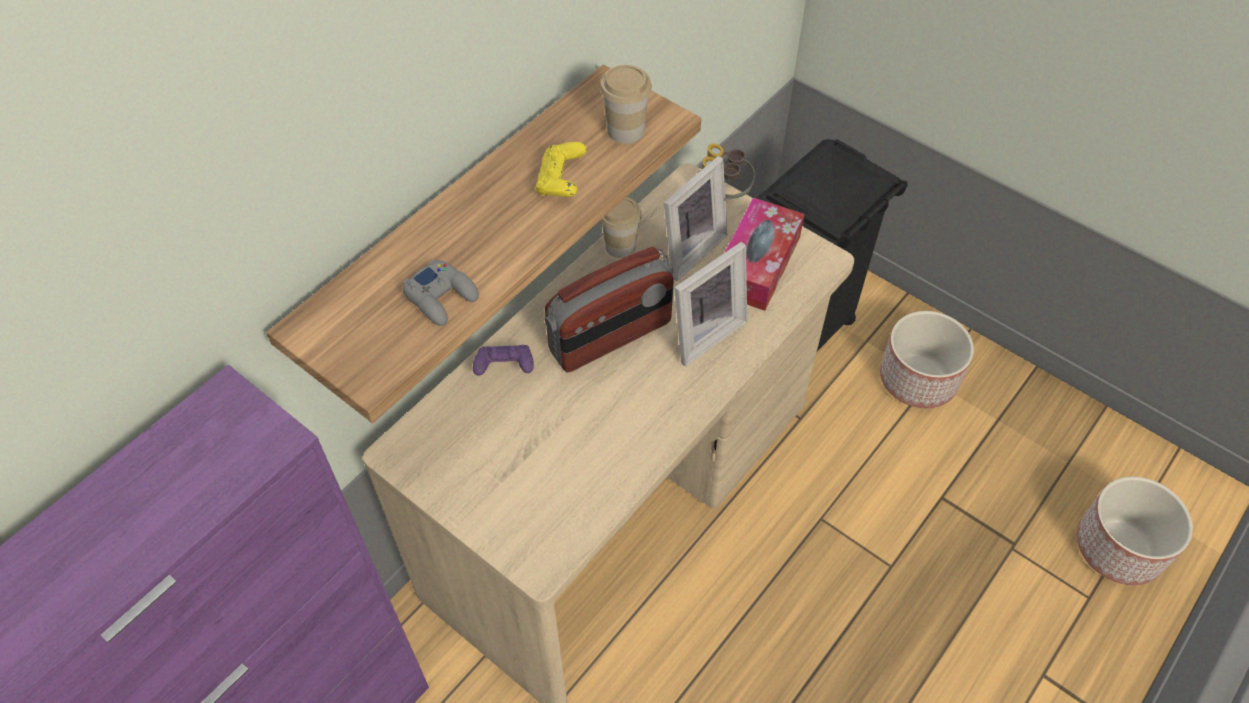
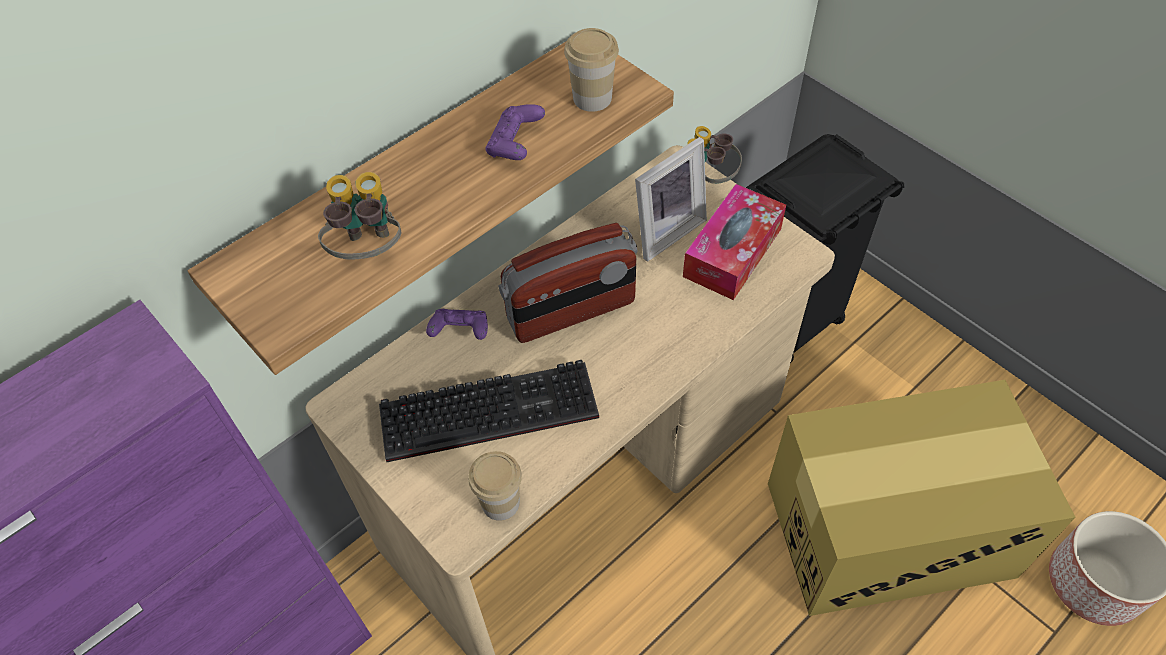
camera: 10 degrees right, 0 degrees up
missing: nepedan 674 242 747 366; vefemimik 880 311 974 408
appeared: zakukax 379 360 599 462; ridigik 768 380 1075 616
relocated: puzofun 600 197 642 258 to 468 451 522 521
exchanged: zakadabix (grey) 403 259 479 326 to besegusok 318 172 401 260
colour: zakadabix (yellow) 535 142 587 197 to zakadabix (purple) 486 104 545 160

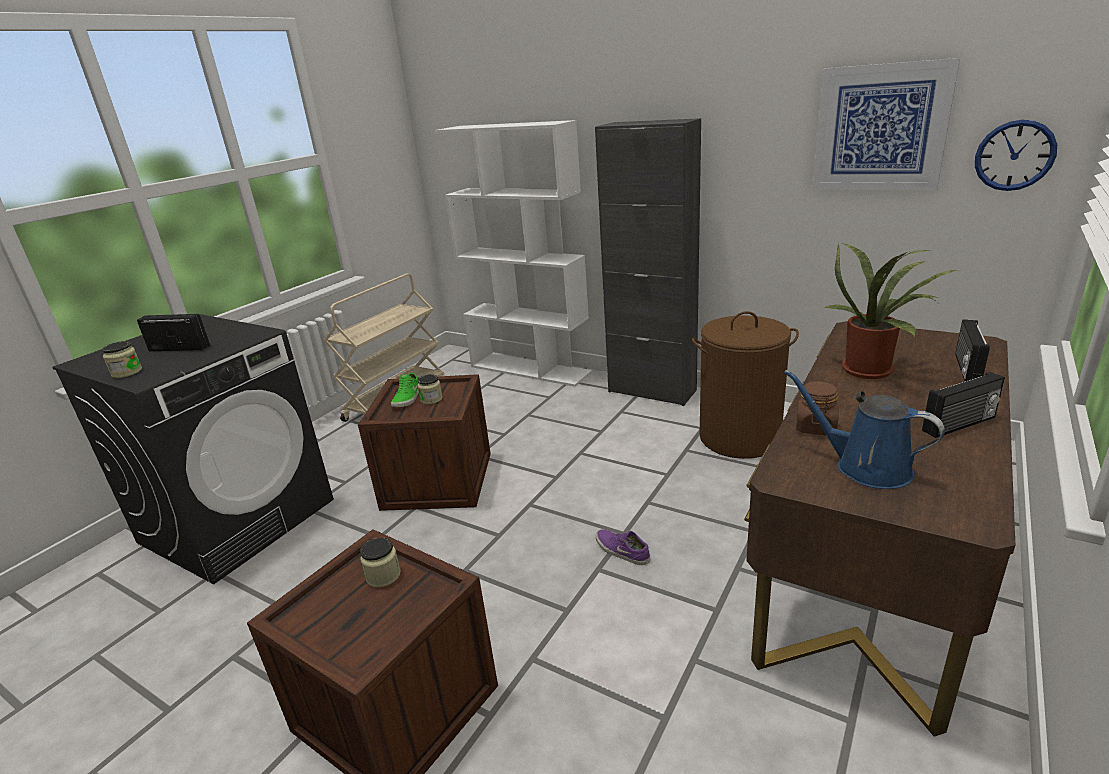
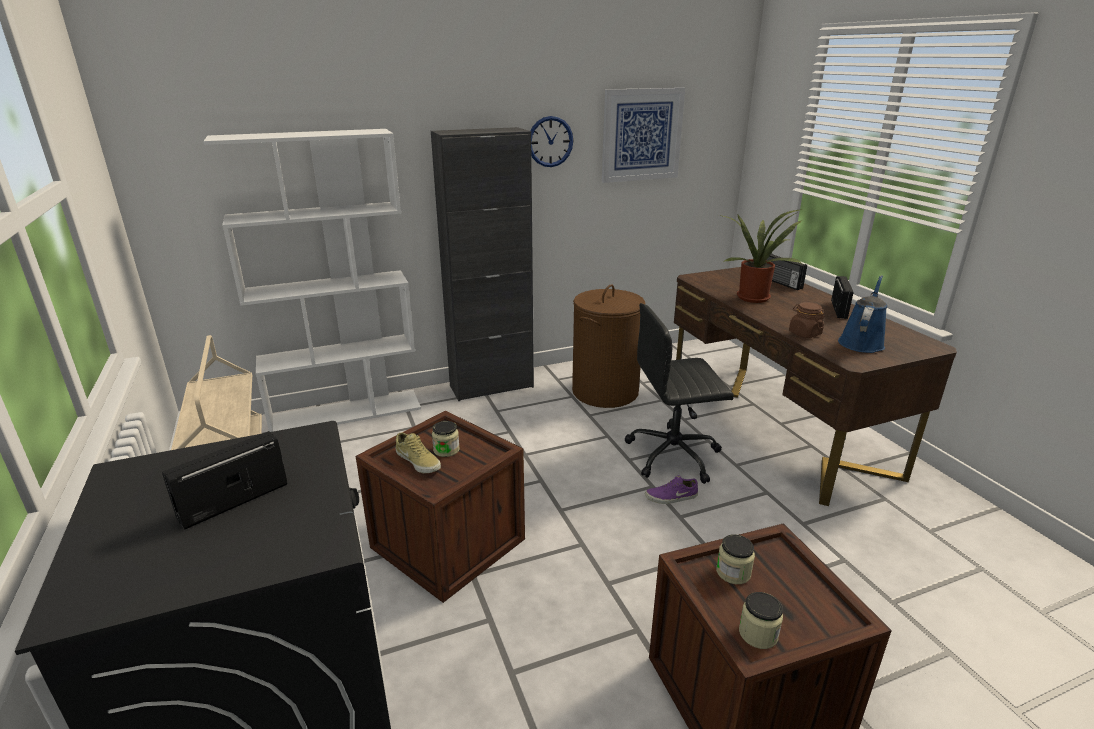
camera: 55 degrees left, 0 degrees up
appeared: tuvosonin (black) 624 303 734 484
relocated: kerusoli 102 341 142 378 to 739 592 783 649; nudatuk 975 120 1057 191 to 531 116 573 167
colour: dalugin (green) 391 373 419 407 to dalugin (beige) 395 432 441 473
spun: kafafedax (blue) 784 370 945 489 = 838 275 887 353 135 degrees clockwise

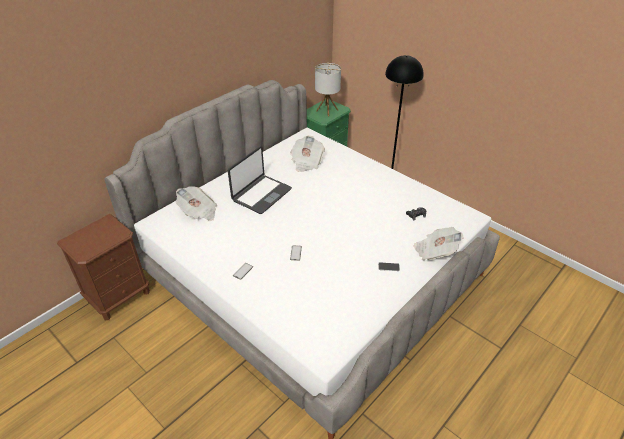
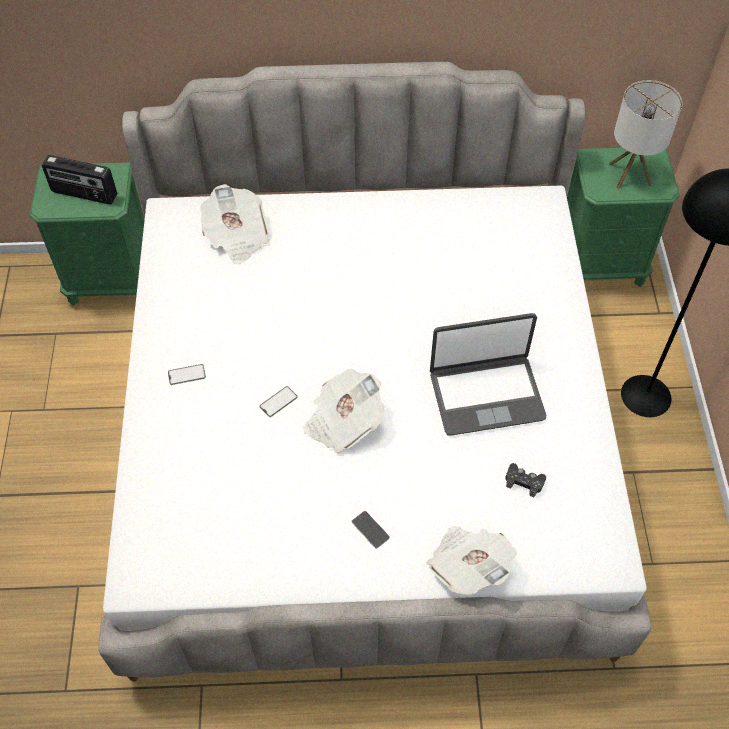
camera: 45 degrees right, 15 degrees up
appeared: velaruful 42 155 117 204
relocated: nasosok 228 146 292 214 to 430 313 546 436; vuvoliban 290 136 325 172 to 303 368 384 454
colour: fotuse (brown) 57 214 150 320 to fotuse (green) 30 163 145 306

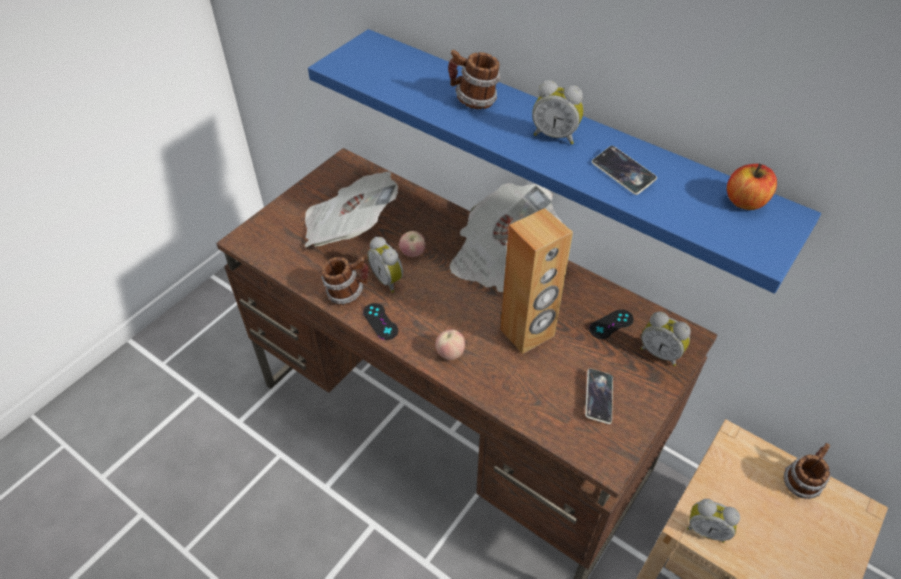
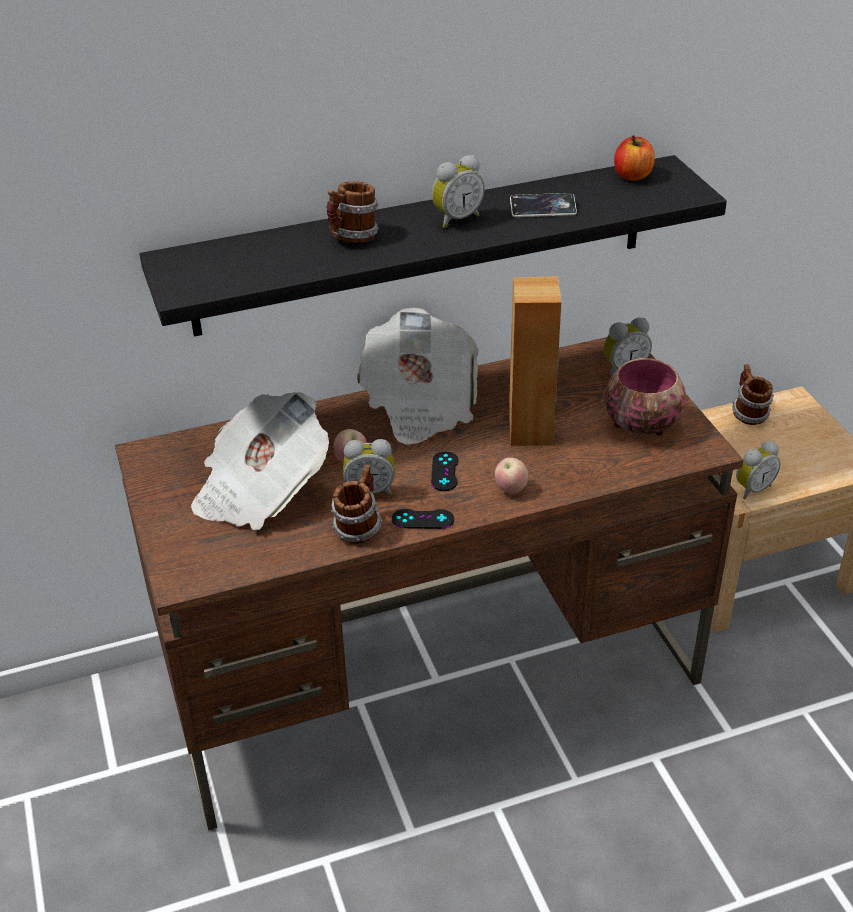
camera: 55 degrees left, 10 degrees down
relocated: zakadabix (black) 589 309 634 339 to 431 451 459 491
exchanged: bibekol 585 368 613 424 to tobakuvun 604 358 686 436
colour: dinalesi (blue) 308 29 821 294 to dinalesi (black) 139 155 727 337

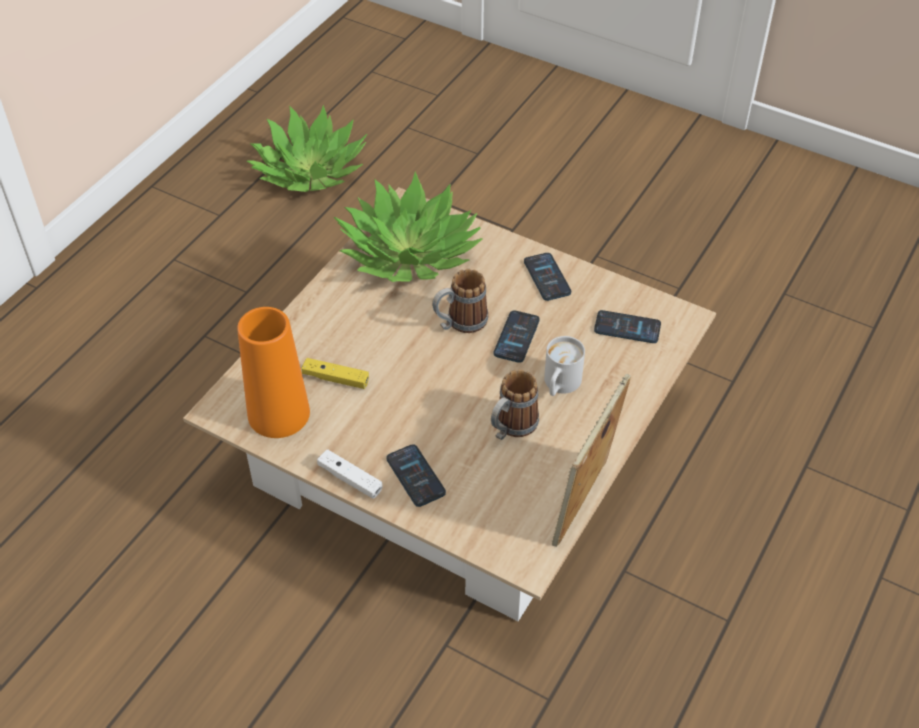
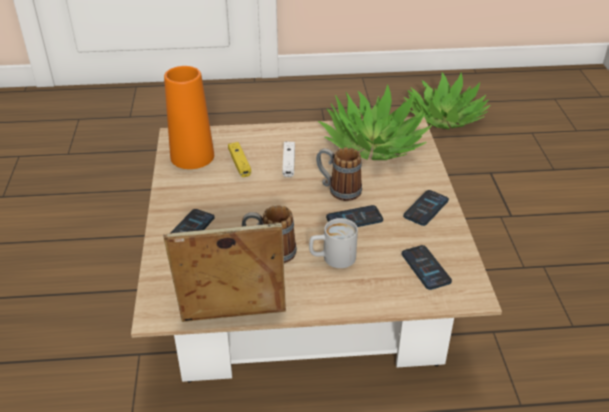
camera: 55 degrees right, 10 degrees down
relocated: zakadabix (white) 317 449 382 499 to 282 142 295 177

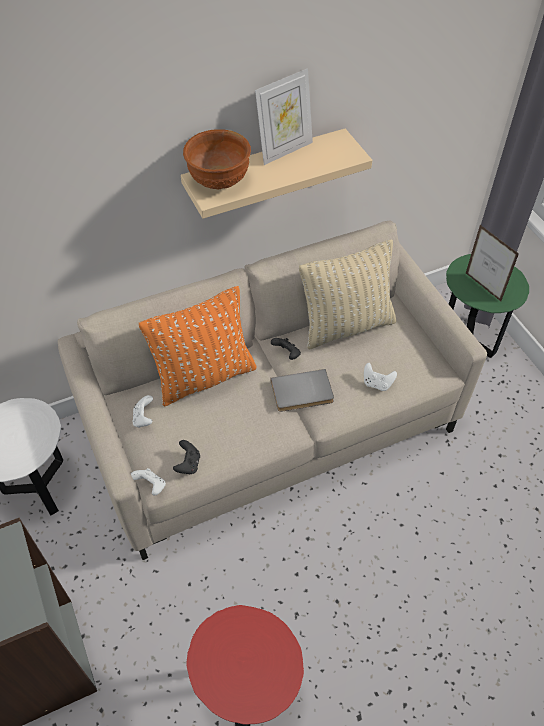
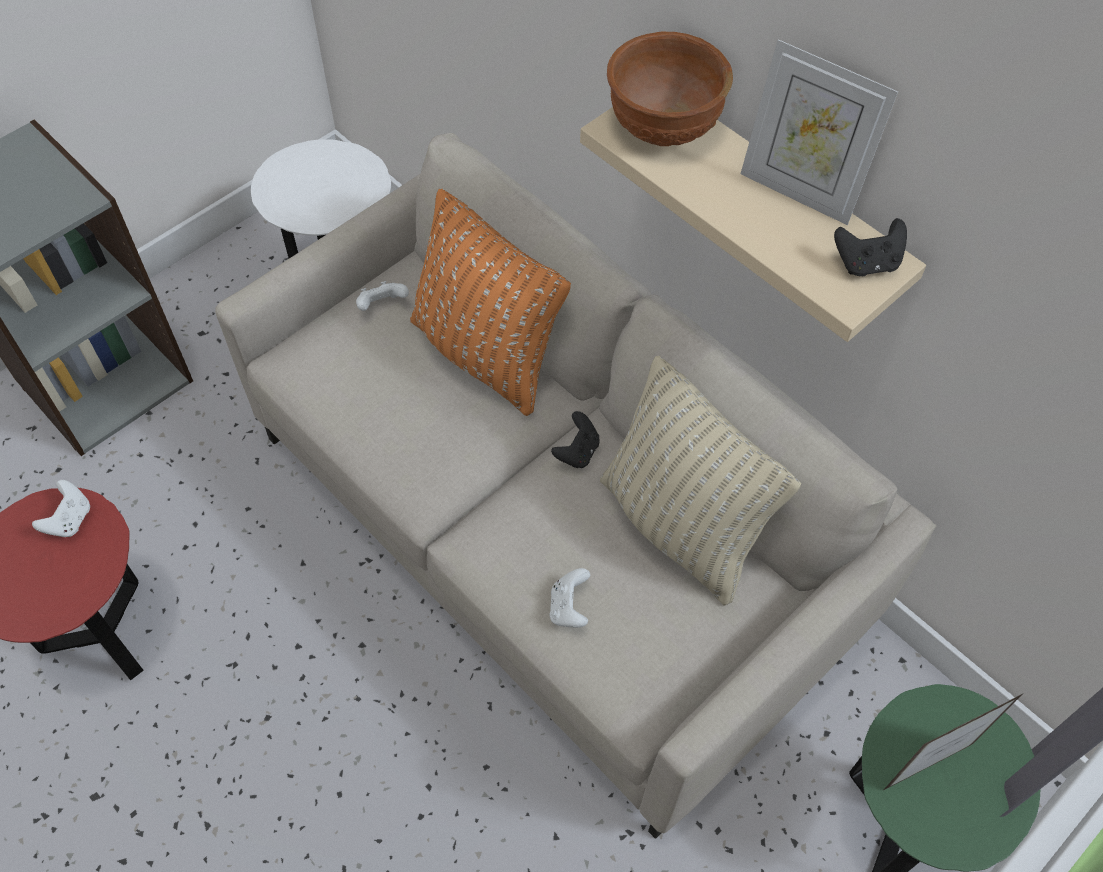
camera: 70 degrees right, 5 degrees up
missing: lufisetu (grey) 271 369 334 412
relocated: zakadabix (white) 131 468 166 496 to 32 480 90 537; zakadabix (black) 173 440 200 474 to 834 218 907 276
spun: nepedan 466 225 519 301 = 884 693 1024 790 150 degrees counterclockwise

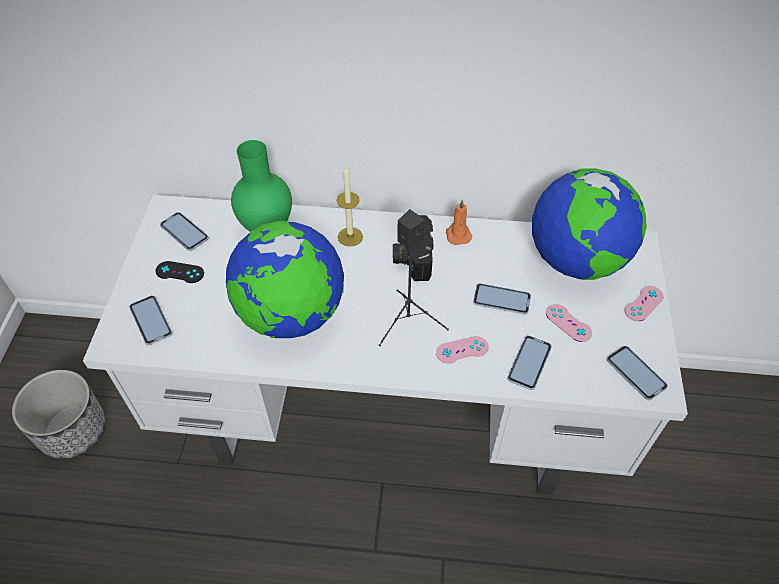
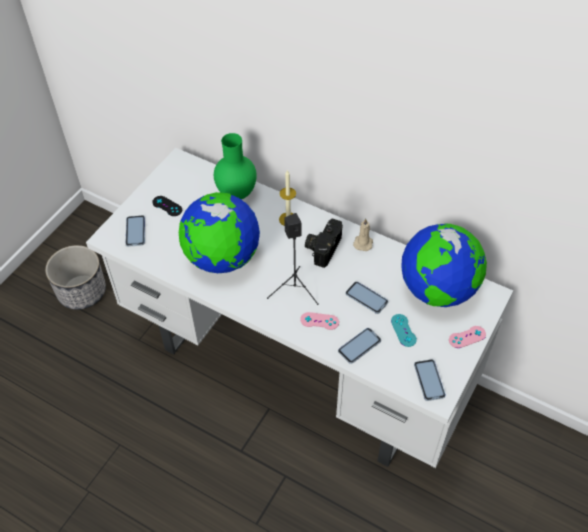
camera: 25 degrees right, 0 degrees up
missing: bibekol 160 212 209 251
colour: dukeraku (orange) 446 199 473 245 to dukeraku (beige) 353 219 373 251; zakadabix (pink) 546 304 592 342 to zakadabix (turquoise) 391 314 417 347

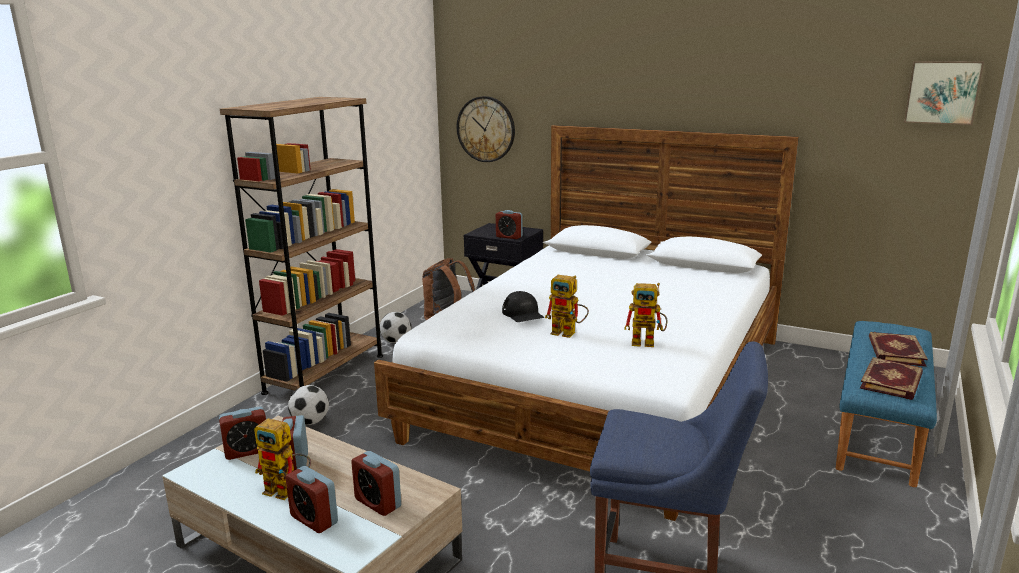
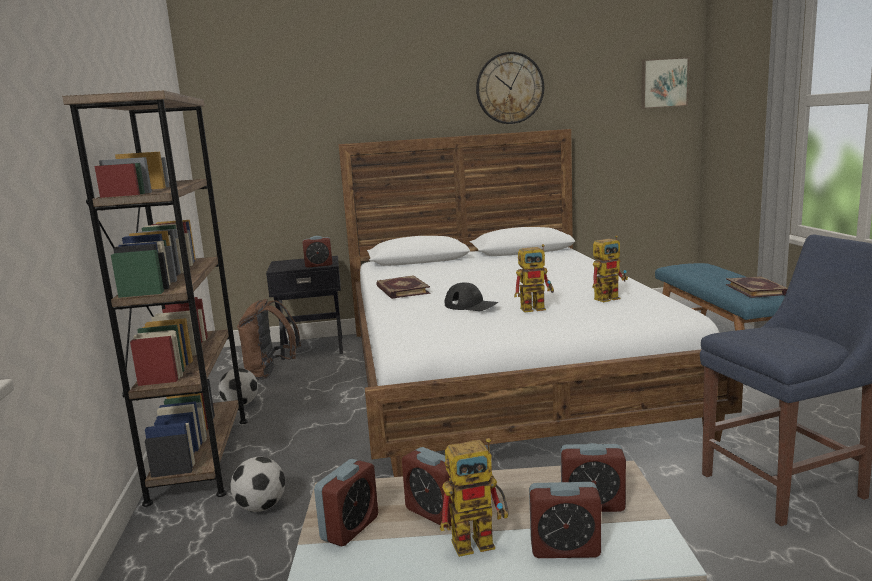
camera: 35 degrees left, 5 degrees down
relocated: nudatuk 457 96 515 162 to 476 52 544 124; lufisetu 869 332 928 367 to 376 275 430 299

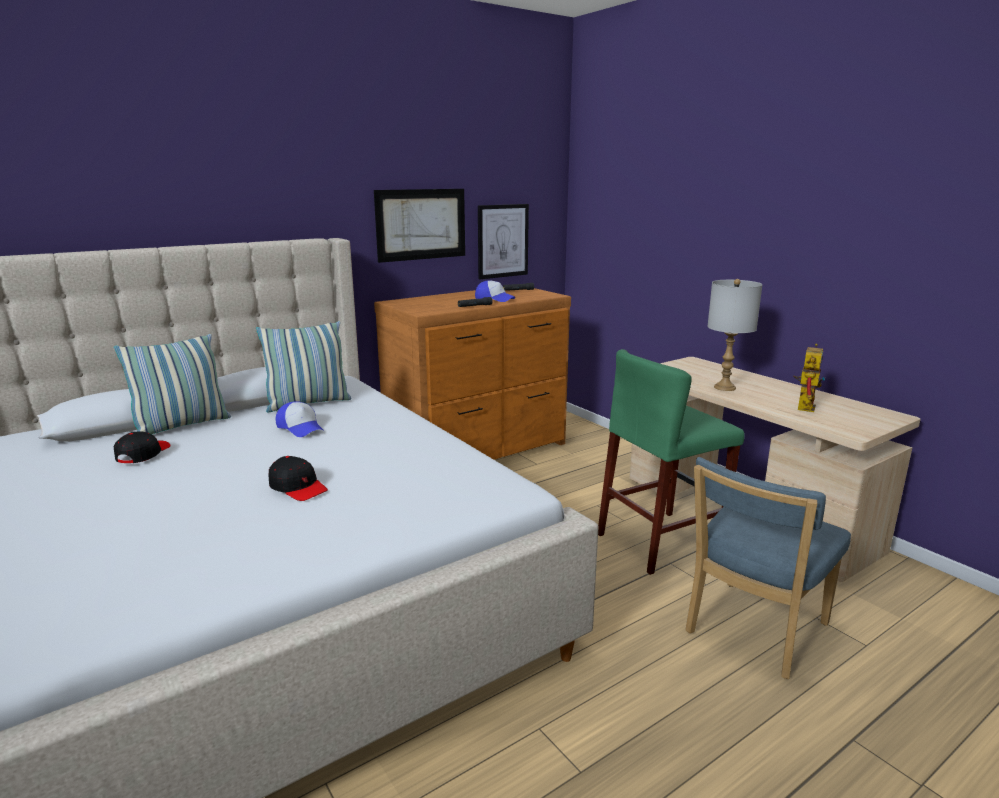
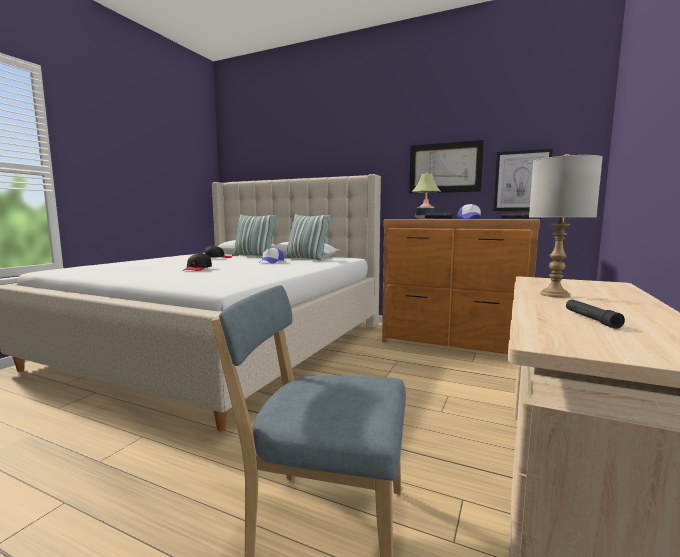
camera: 60 degrees right, 10 degrees down
missing: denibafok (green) 598 349 745 575
appeared: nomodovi 412 172 441 219
exchanged: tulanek 793 343 825 412 to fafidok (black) 566 299 625 329

